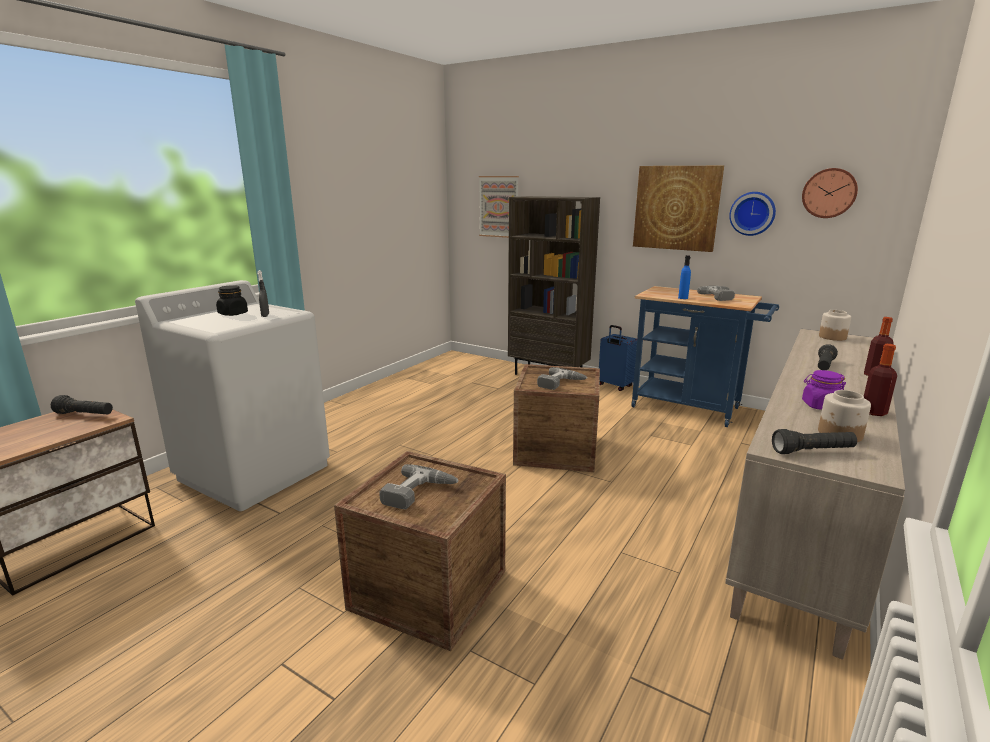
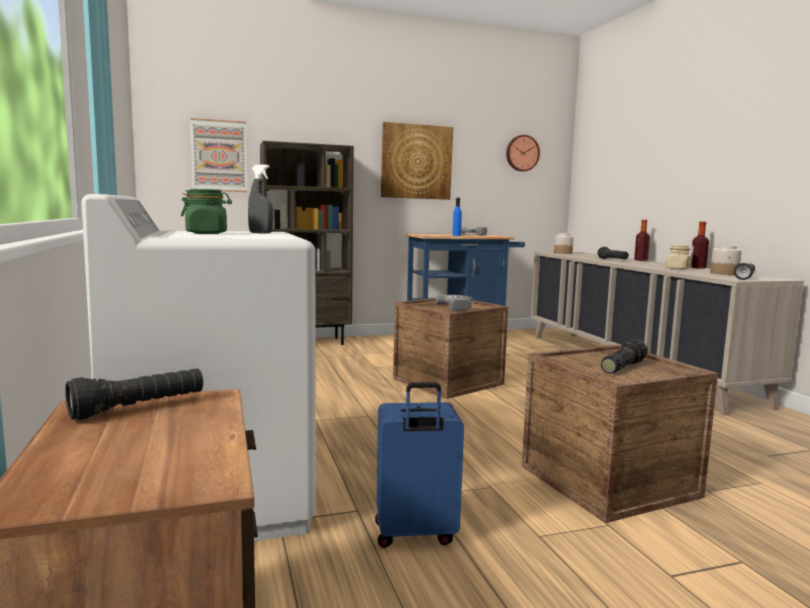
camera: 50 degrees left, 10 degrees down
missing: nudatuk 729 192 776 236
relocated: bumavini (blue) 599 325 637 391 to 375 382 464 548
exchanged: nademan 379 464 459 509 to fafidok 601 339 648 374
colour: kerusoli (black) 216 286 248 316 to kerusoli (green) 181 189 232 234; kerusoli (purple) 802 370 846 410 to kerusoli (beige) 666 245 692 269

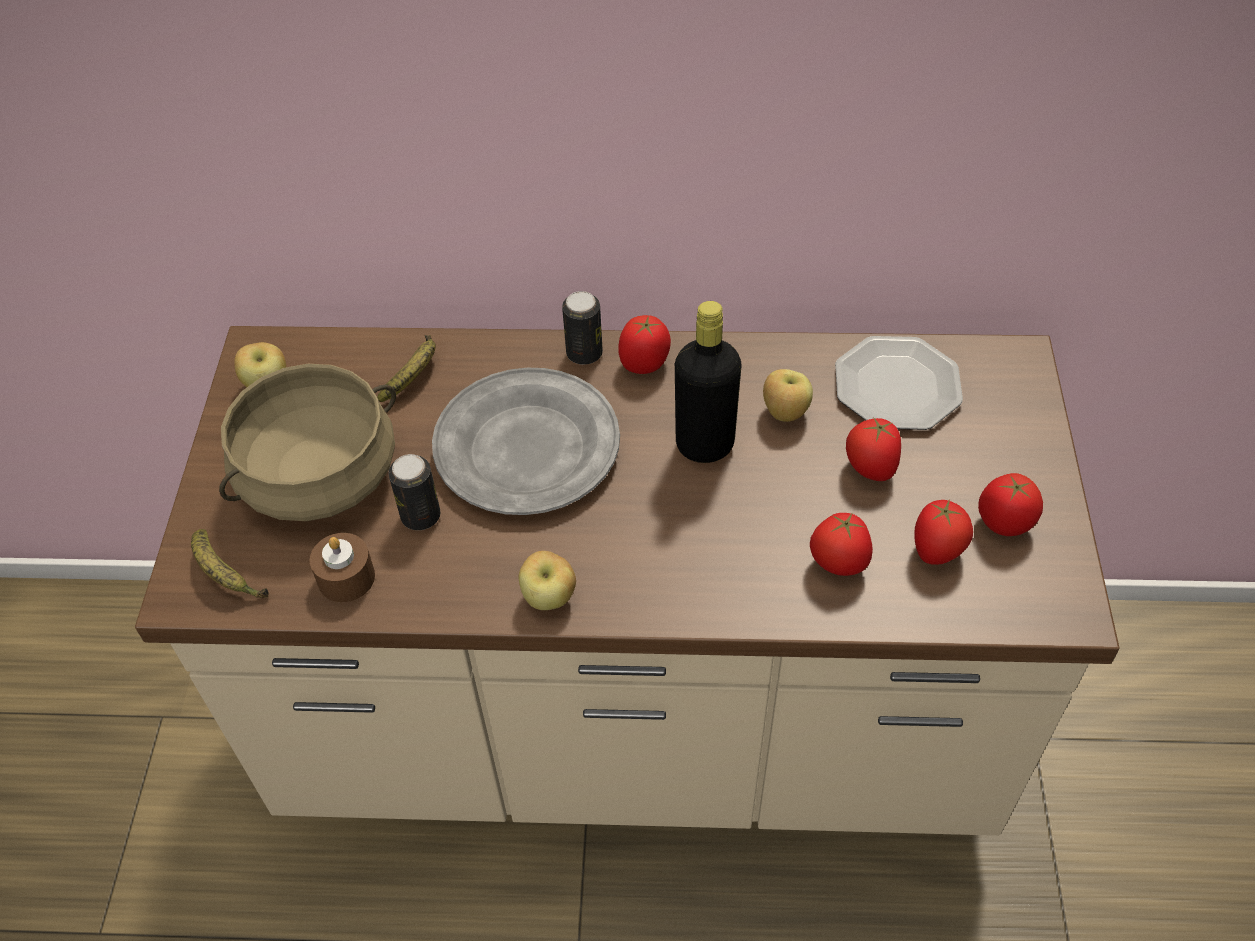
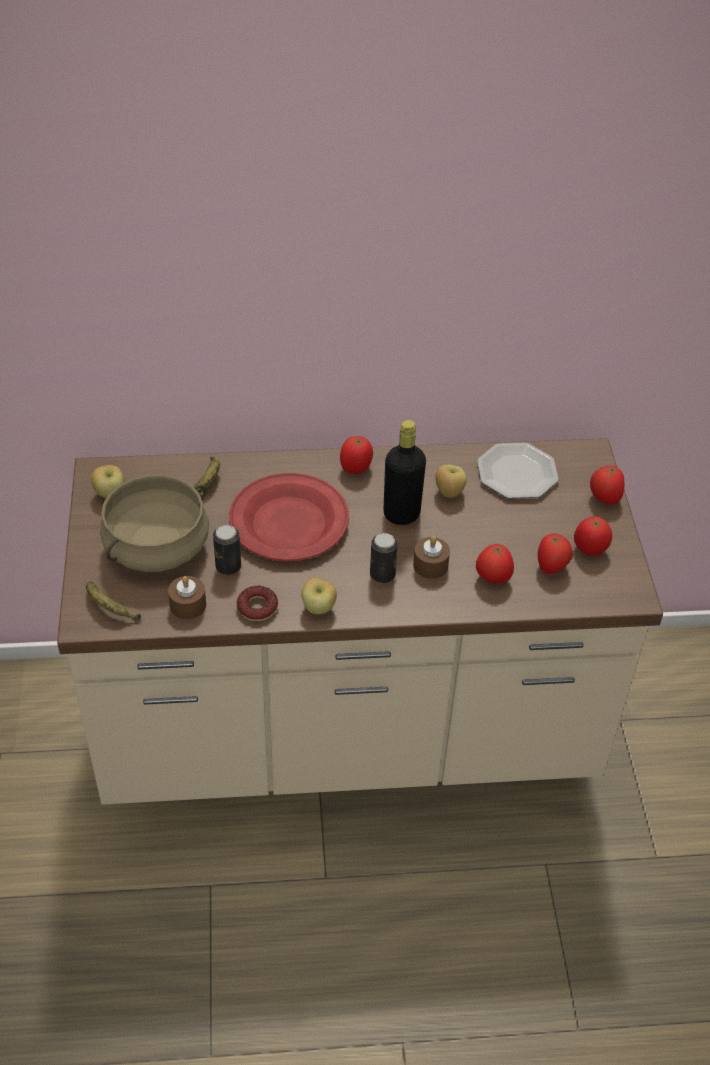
camera: 10 degrees left, 5 degrees down
appeared: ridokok 237 586 278 621; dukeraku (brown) 413 536 450 579
relocated: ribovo 562 291 603 365 to 370 533 398 583; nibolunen 846 417 901 481 to 590 465 624 504
colour: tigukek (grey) 432 368 620 515 to tigukek (red) 229 473 349 561

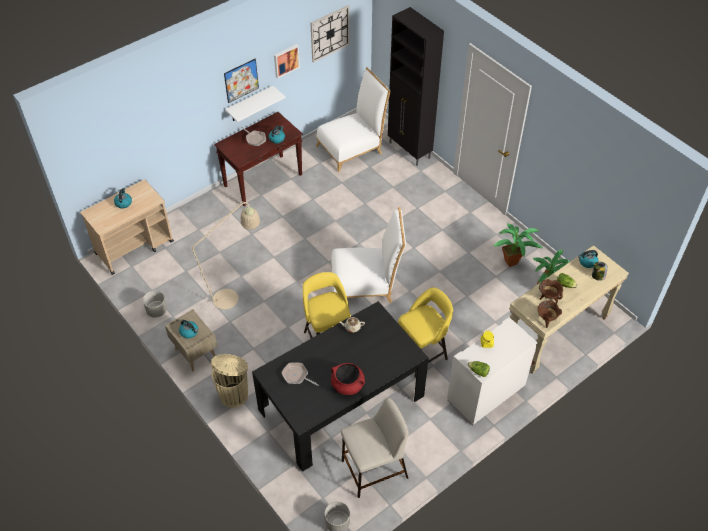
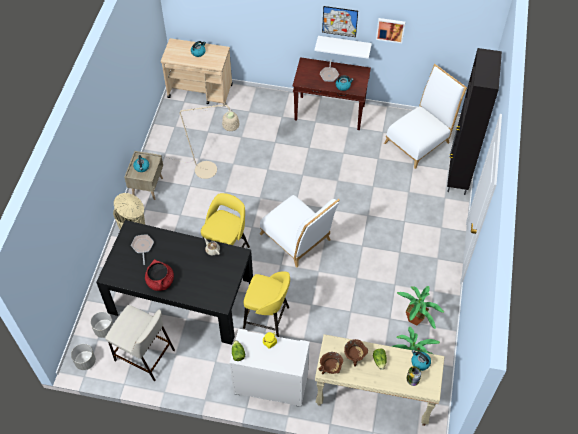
camera: 50 degrees right, 5 degrees up
missing: nudatuk 311 5 350 63
relocated: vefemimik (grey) 143 291 167 318 to 90 312 113 338
spun: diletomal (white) 316 67 391 172 = 384 64 467 169 60 degrees counterclockwise

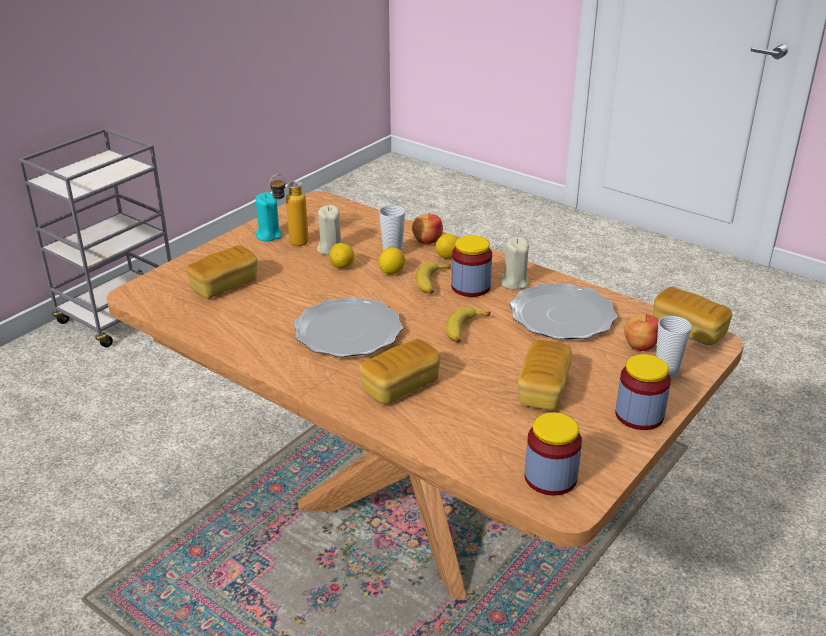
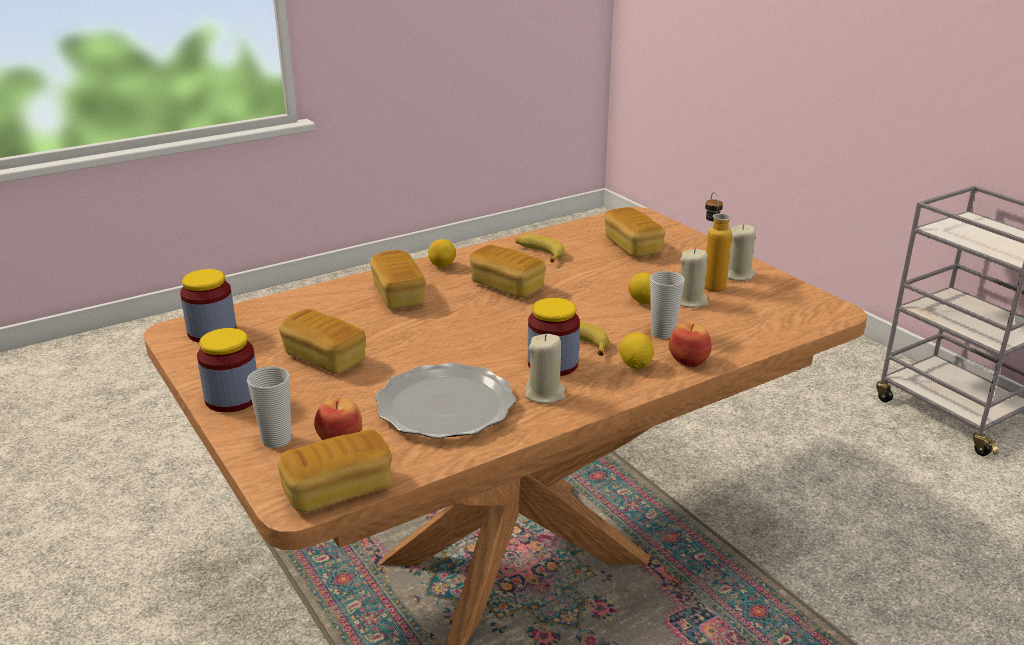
camera: 110 degrees right, 5 degrees down
relocated: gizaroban 378 247 405 275 to 428 239 456 267; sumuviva 446 307 490 343 to 515 235 565 263
exchanged: tigukek 293 297 403 357 to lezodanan 470 245 546 298
colour: dukeraku (turquoise) 255 192 282 241 to dukeraku (beige) 727 225 756 281

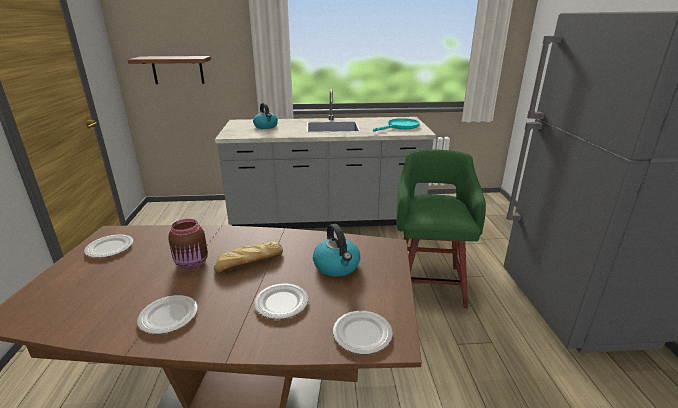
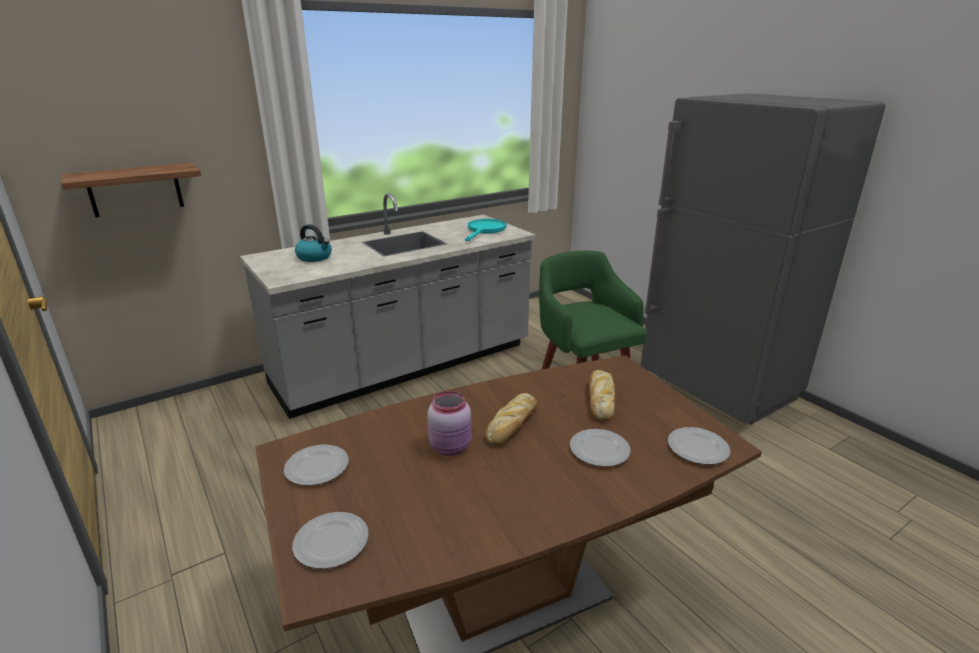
camera: 30 degrees left, 0 degrees up
relocated: tigukek 137 295 198 334 to 292 512 369 569
exchanged: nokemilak 313 224 360 277 to lezodanan 589 370 615 422
colour: kerusoli (brown) 168 219 208 269 to kerusoli (pink) 427 391 471 456

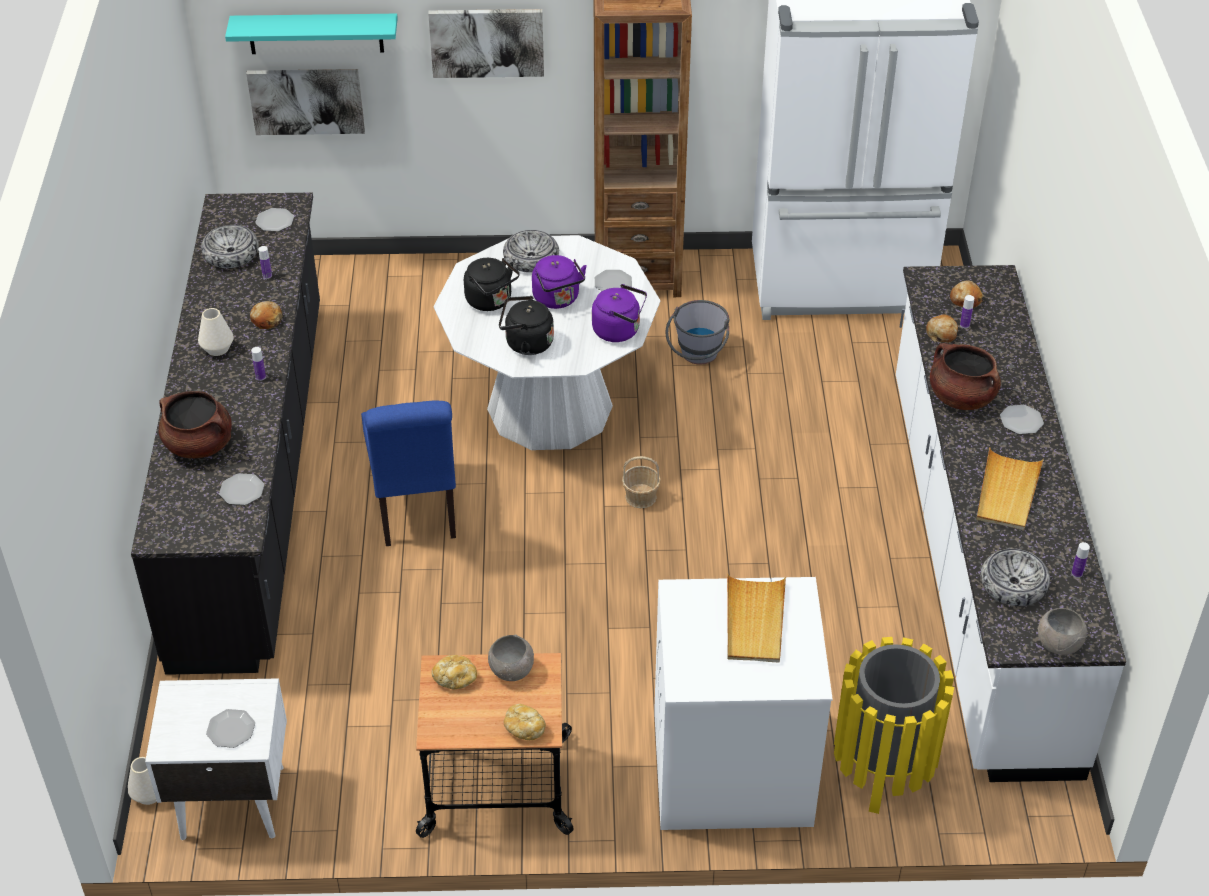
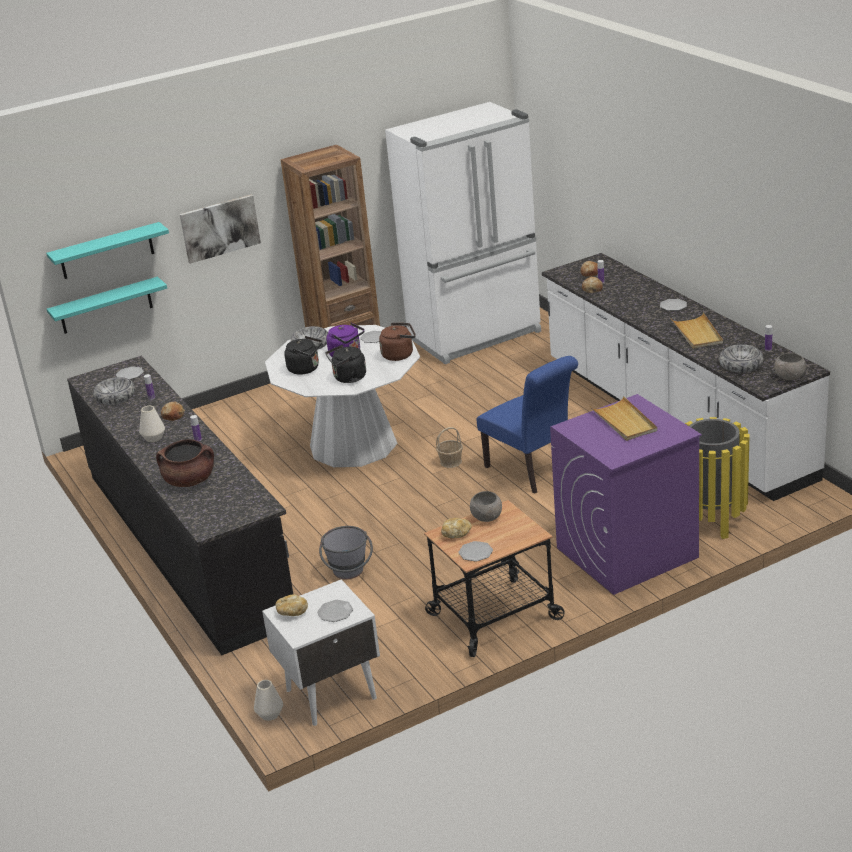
camera: 25 degrees left, 15 degrees down
missing: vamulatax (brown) 930 343 1001 410
relocated: tigukek 219 473 264 505 to 458 541 493 562; diletomal (blue) 361 401 456 546 to 477 356 578 494; lezodanan 504 704 546 740 to 275 595 308 616; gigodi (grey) 666 300 729 365 to 319 526 373 579
exchanged: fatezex 246 69 365 135 to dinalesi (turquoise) 47 277 167 334
colour: nokemilak (purple) 592 284 647 342 to nokemilak (brown) 379 323 416 361; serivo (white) 654 577 833 830 to serivo (purple) 550 394 702 595

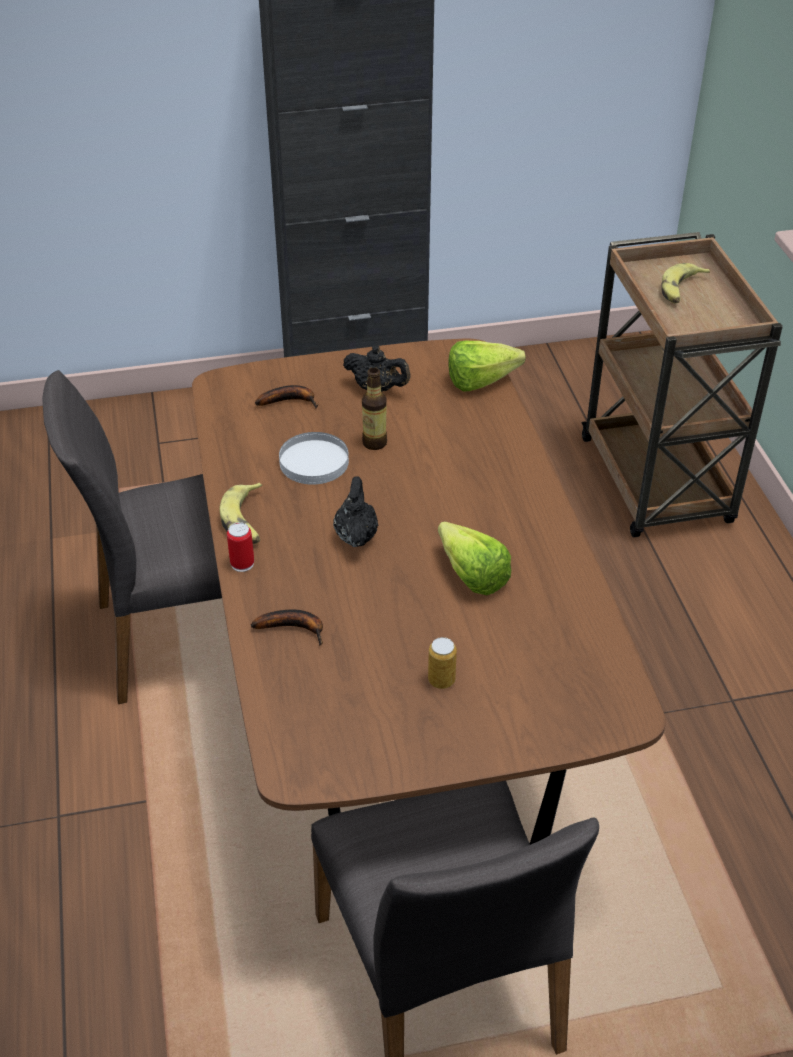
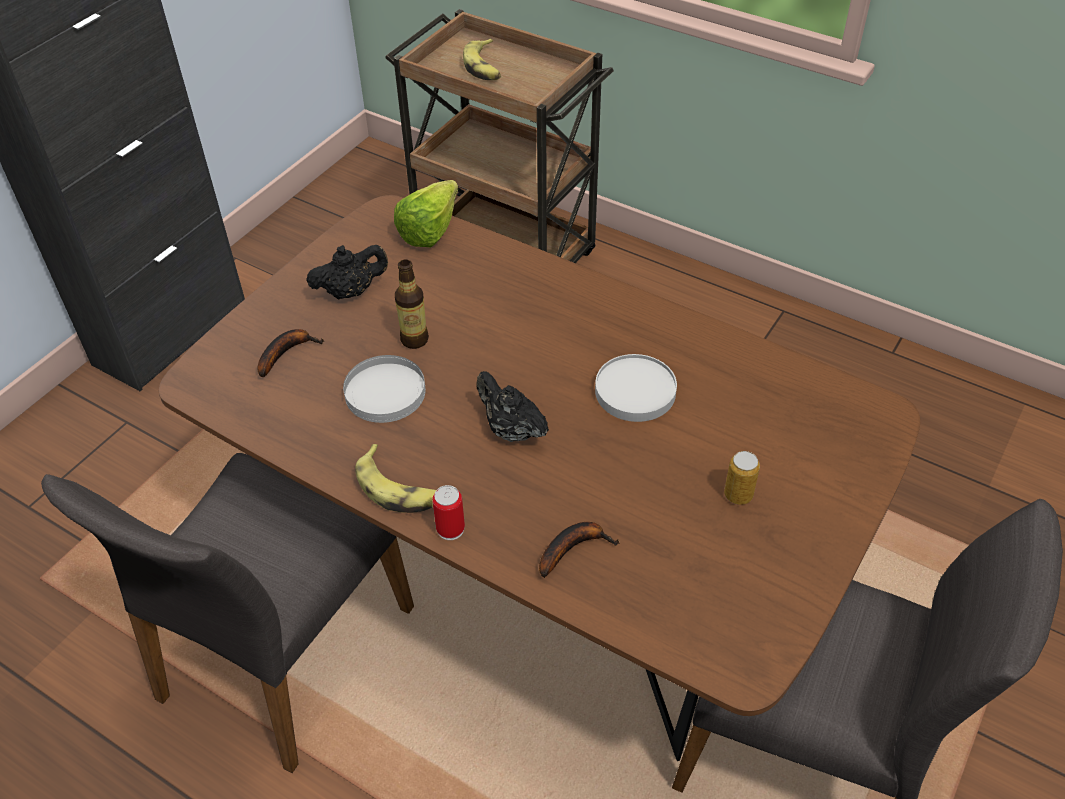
camera: 45 degrees left, 5 degrees up
exchanged: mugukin 438 521 511 595 to tigukek (white) 595 354 677 422

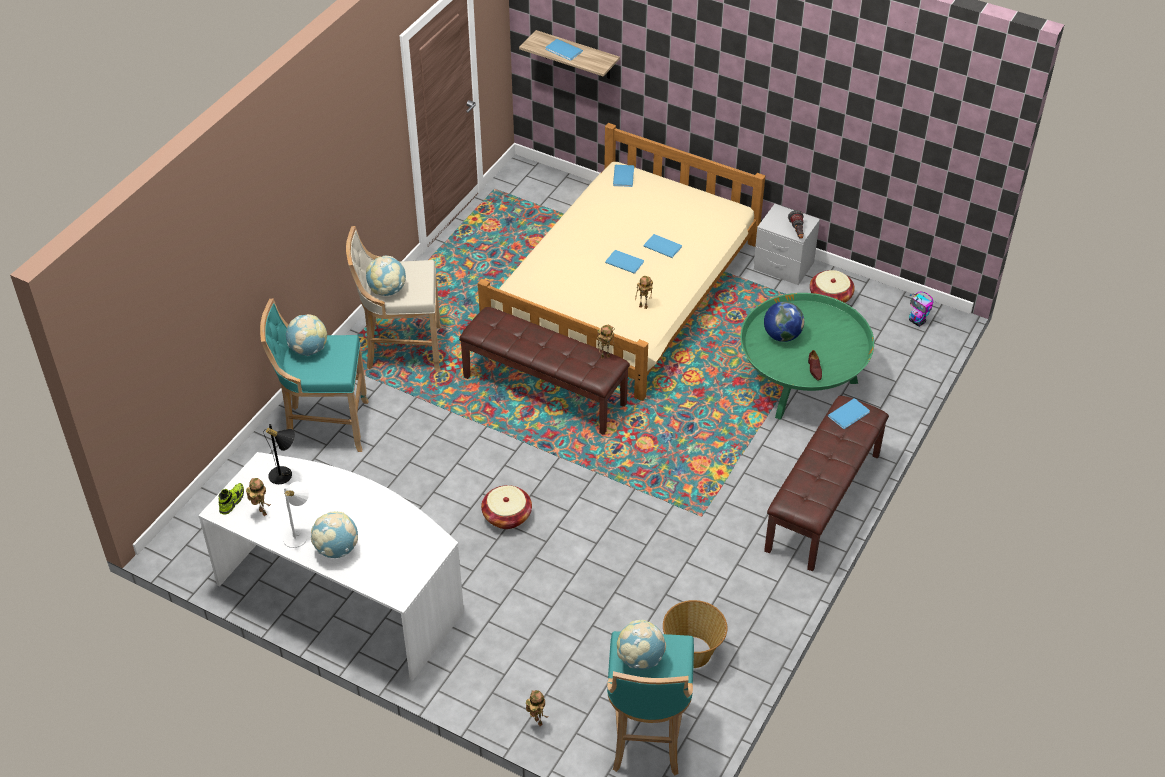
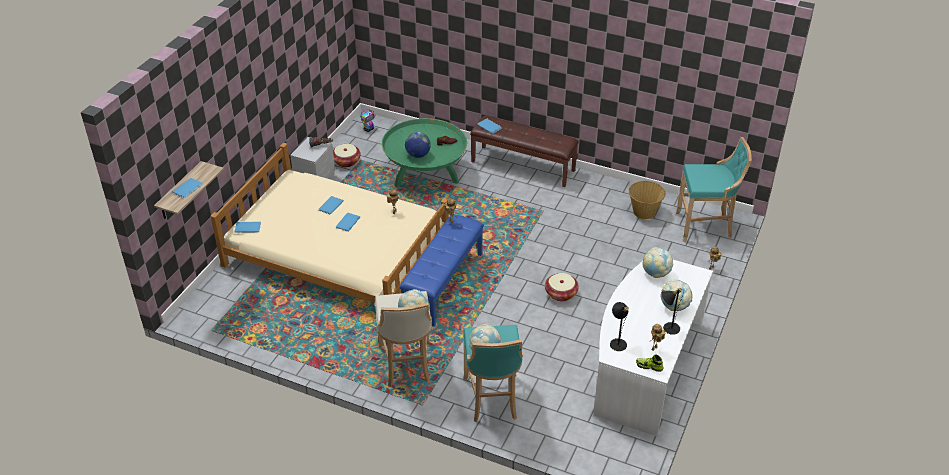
camera: 95 degrees left, 5 degrees down
relocated: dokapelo 617 620 666 670 to 643 247 673 278
colour: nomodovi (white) 283 481 309 548 to nomodovi (black) 662 288 684 335; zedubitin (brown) 459 307 630 435 to zedubitin (blue) 400 215 484 327

